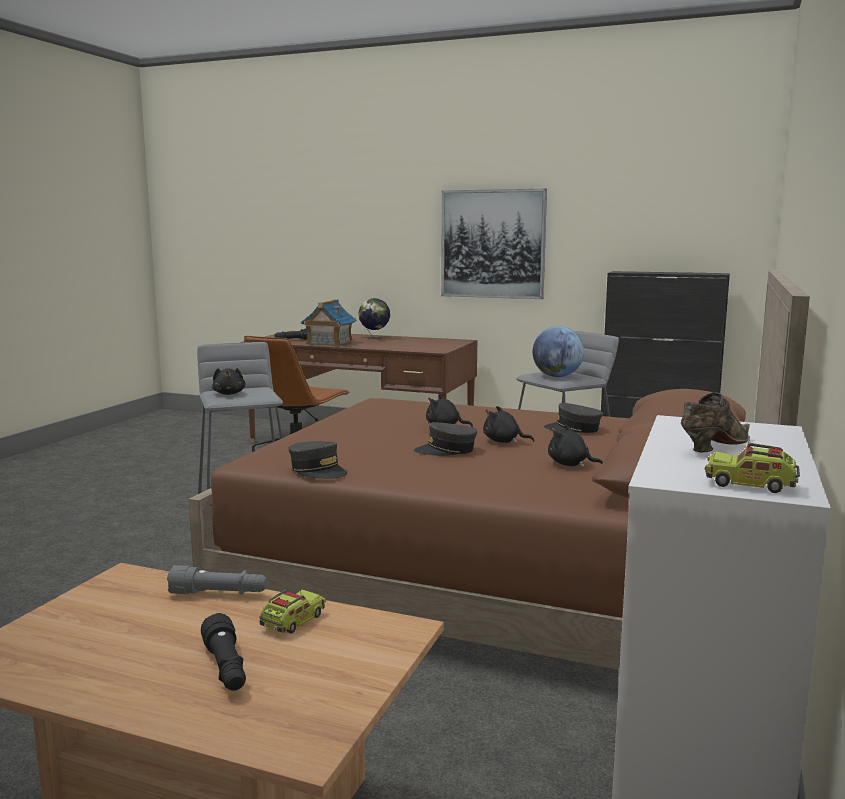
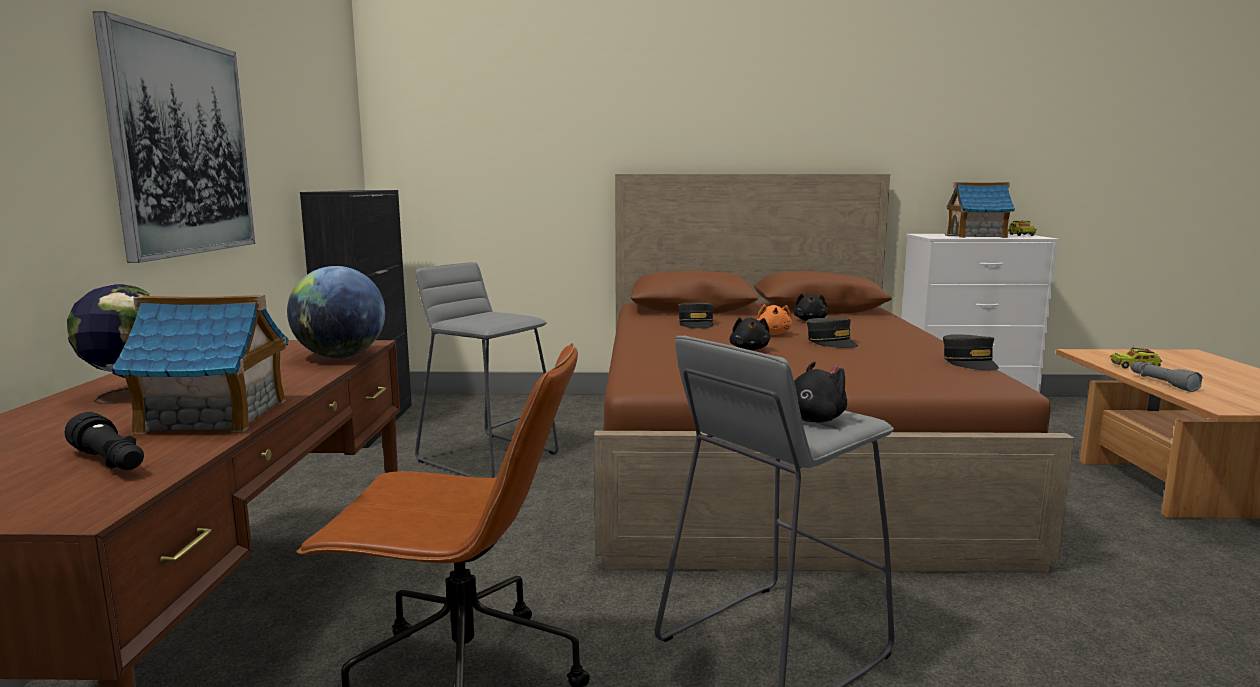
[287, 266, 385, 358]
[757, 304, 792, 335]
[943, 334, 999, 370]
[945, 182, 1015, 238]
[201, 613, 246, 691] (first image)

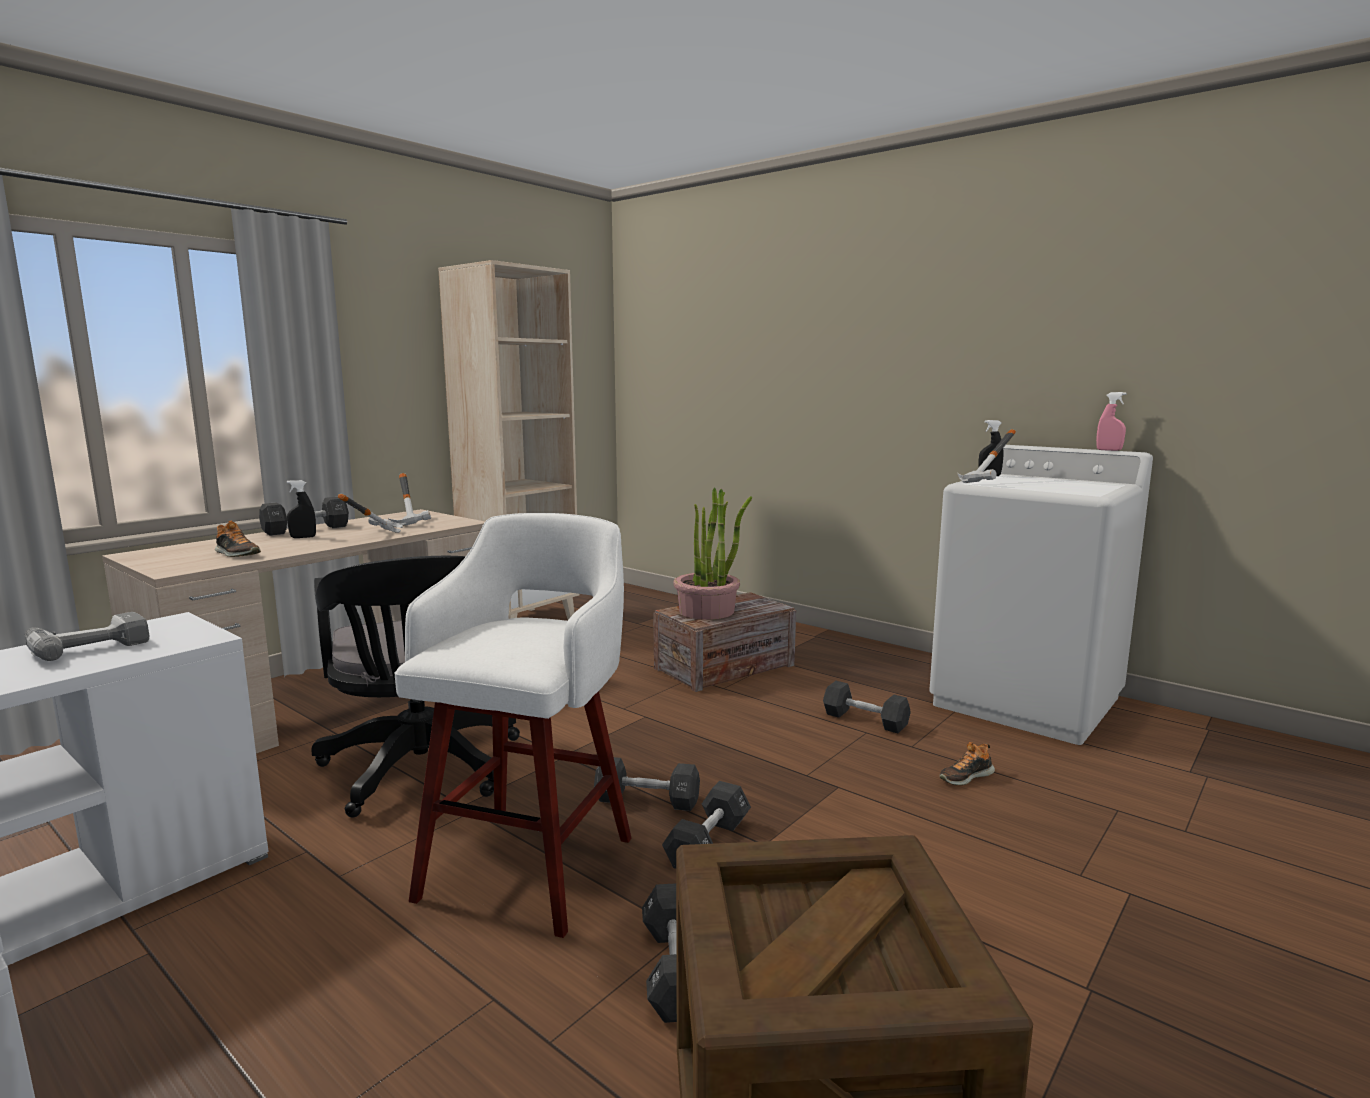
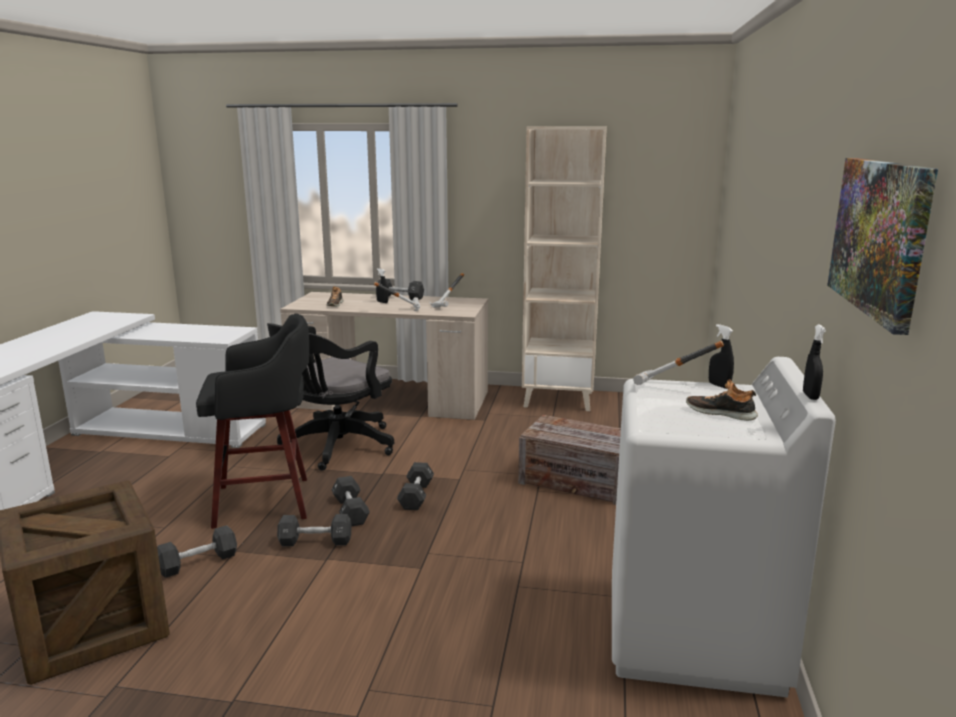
[196, 314, 309, 529]
[397, 462, 434, 510]
[686, 379, 758, 421]
[803, 325, 826, 400]
[827, 158, 938, 335]
[25, 612, 149, 661] (first image)
[673, 488, 752, 620] (first image)

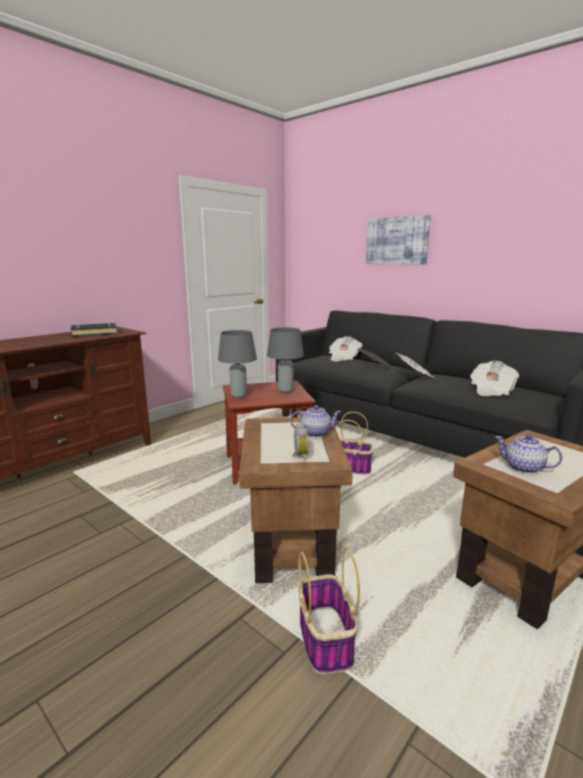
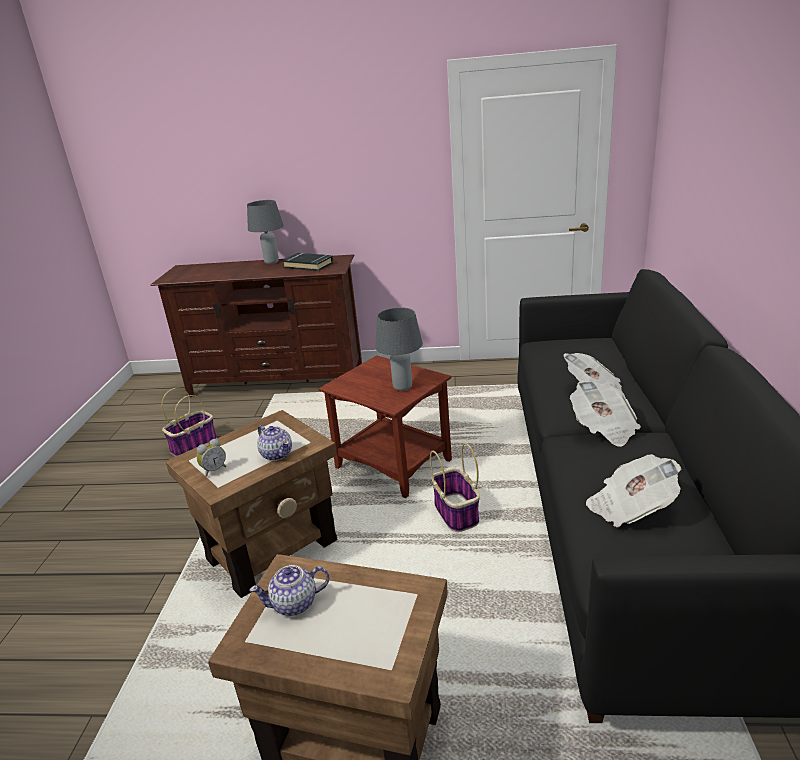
[161, 388, 217, 457]
[247, 200, 284, 264]
[249, 565, 330, 616]
[329, 336, 363, 361] (first image)
[366, 215, 431, 265] (first image)

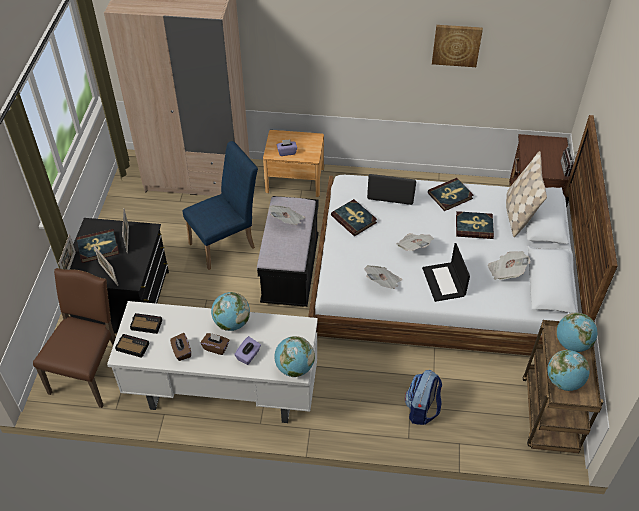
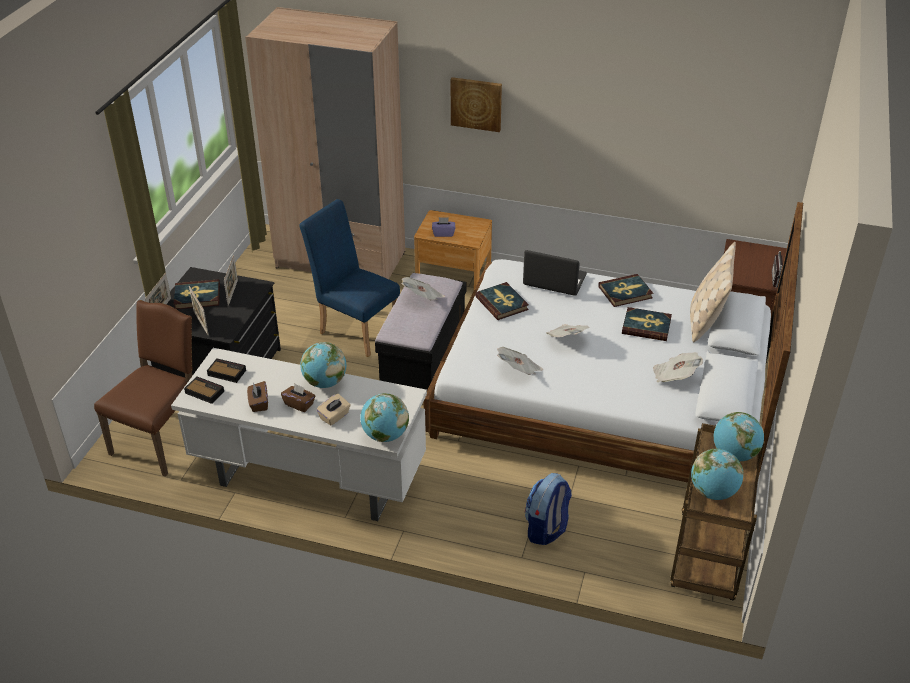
[299, 199, 400, 357]
[317, 394, 351, 425]
[451, 77, 502, 132]
[422, 243, 470, 302] (first image)

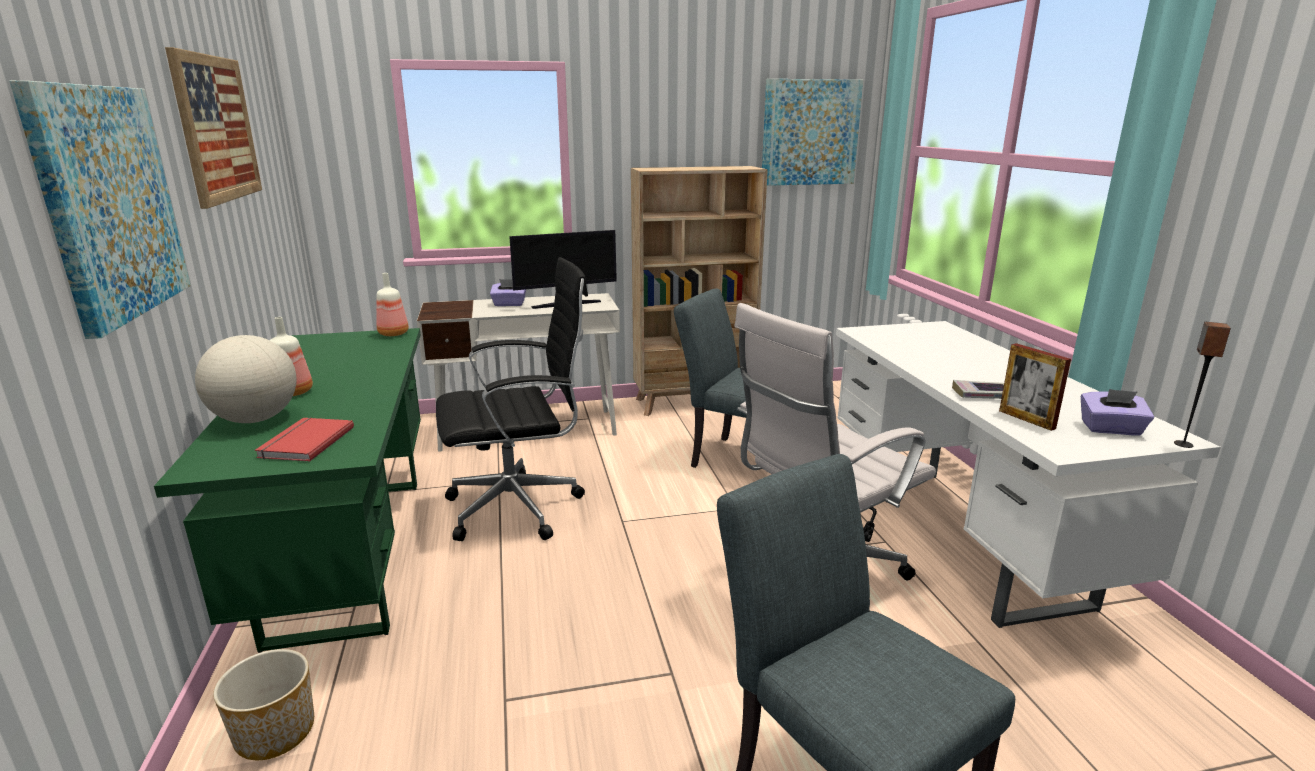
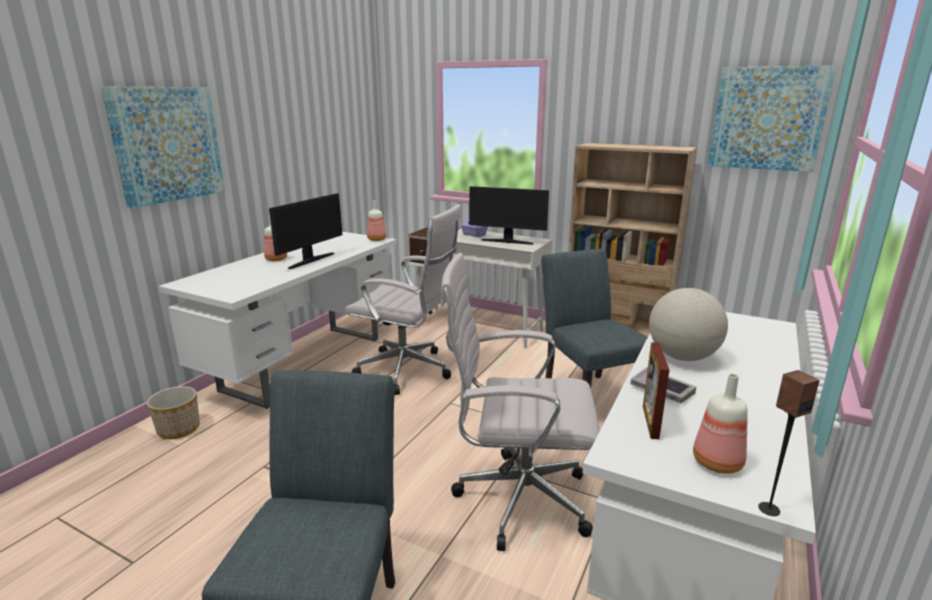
[159, 232, 396, 409]
[269, 193, 342, 269]
[345, 204, 462, 395]
[649, 288, 728, 361]
[693, 374, 748, 474]
[165, 47, 262, 209] (first image)
[255, 417, 354, 461] (first image)

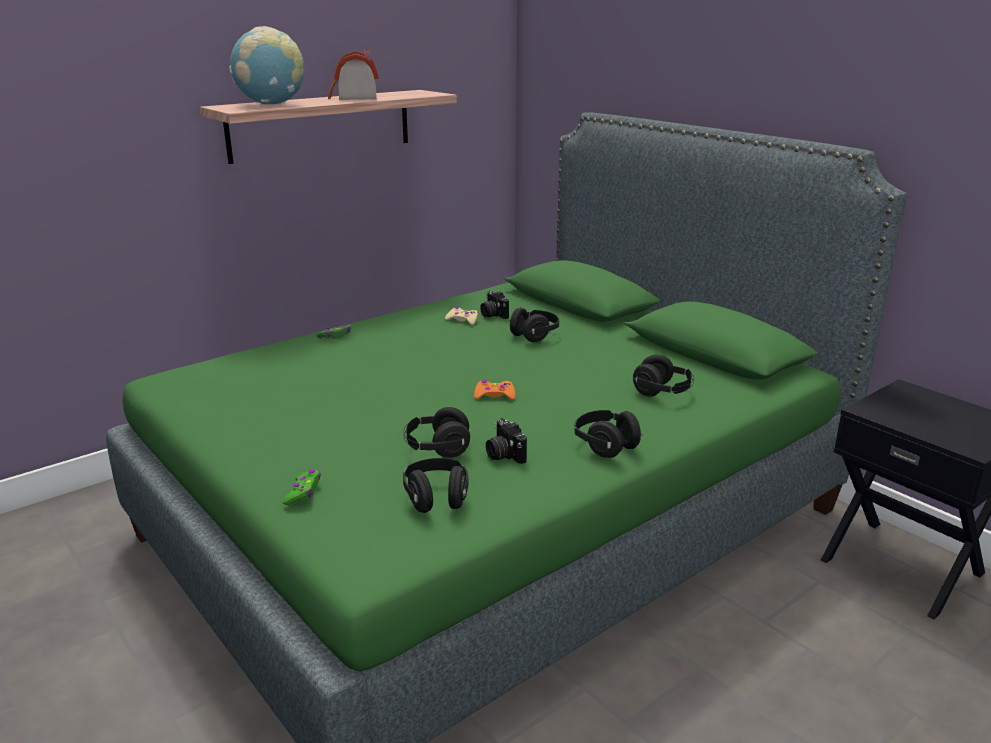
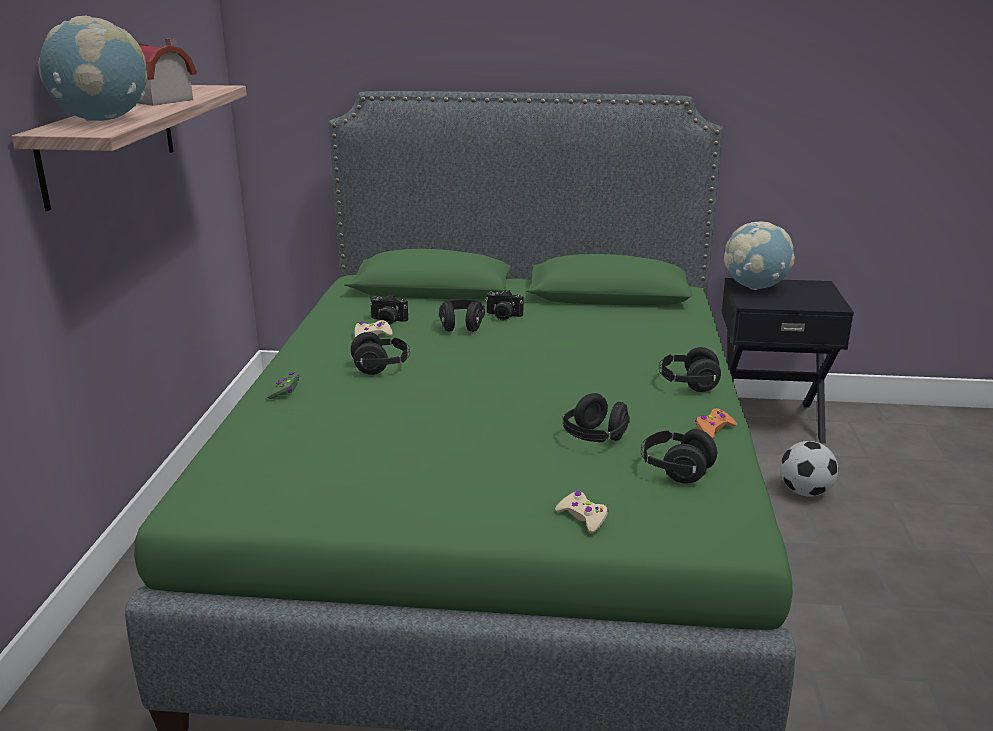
[351, 332, 410, 375]
[486, 290, 524, 320]
[555, 491, 609, 533]
[695, 408, 737, 439]
[724, 221, 795, 290]
[780, 441, 838, 497]

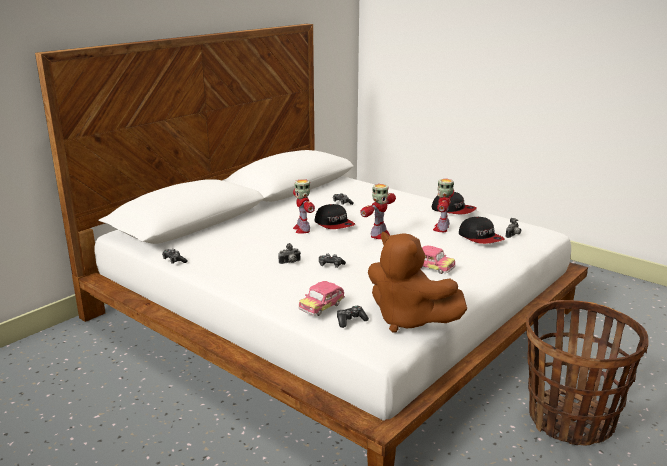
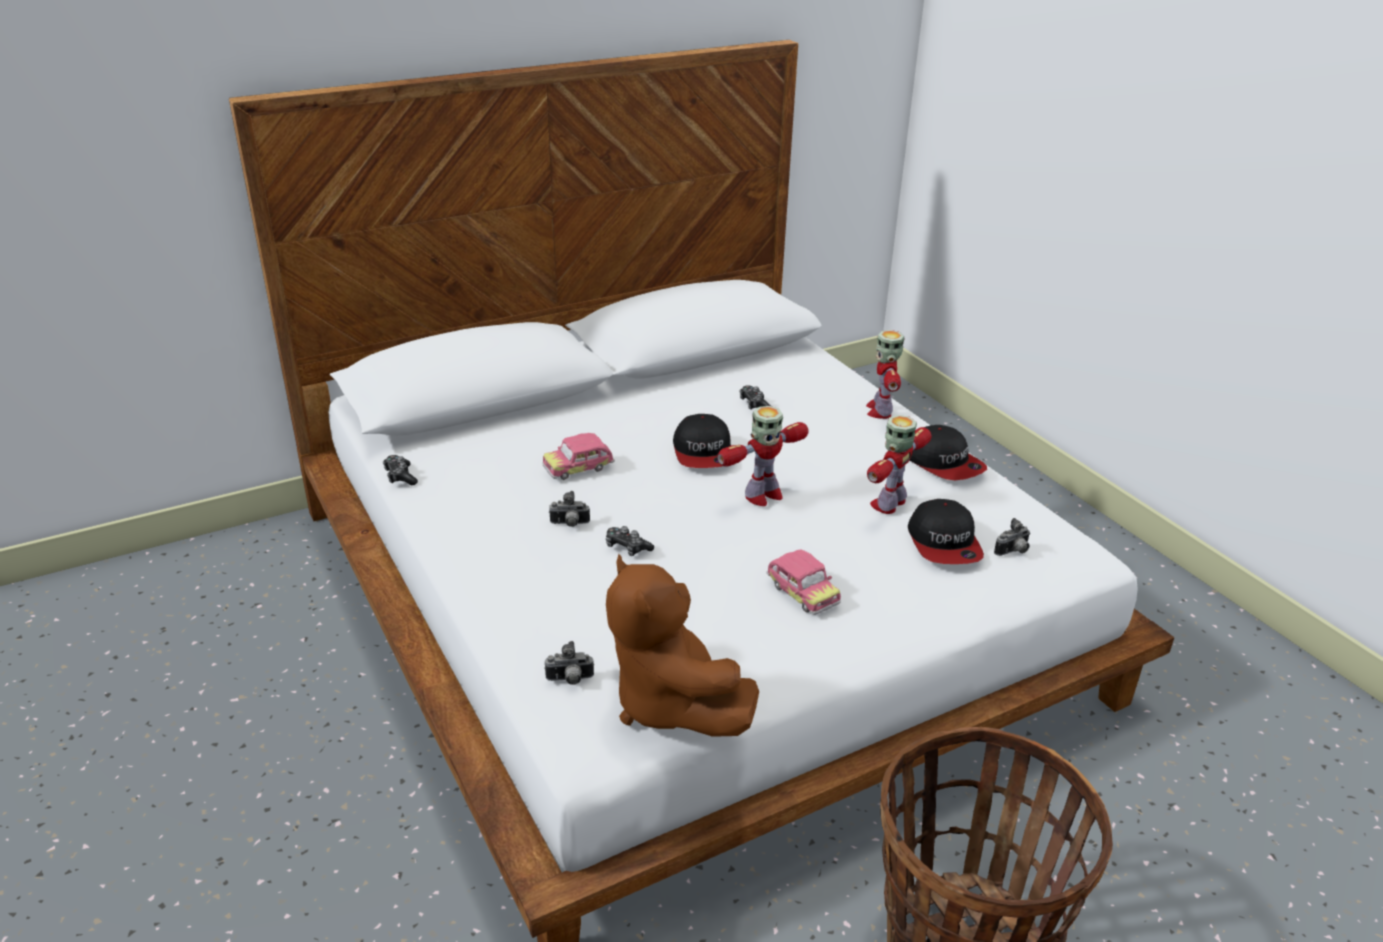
[542, 433, 615, 480]
[544, 641, 594, 685]
[866, 330, 904, 419]

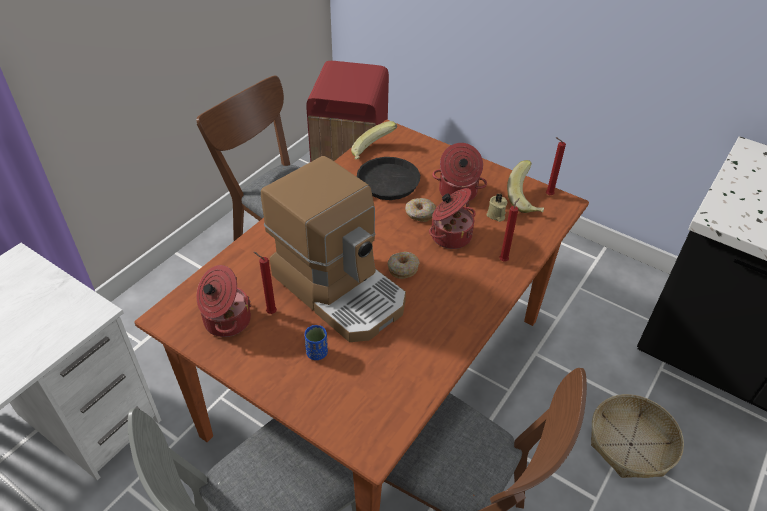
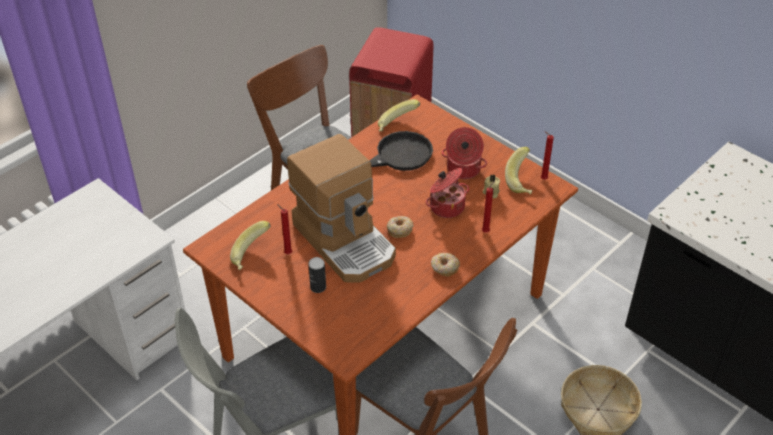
[230, 221, 271, 270]
[308, 257, 326, 293]
[431, 253, 460, 276]

